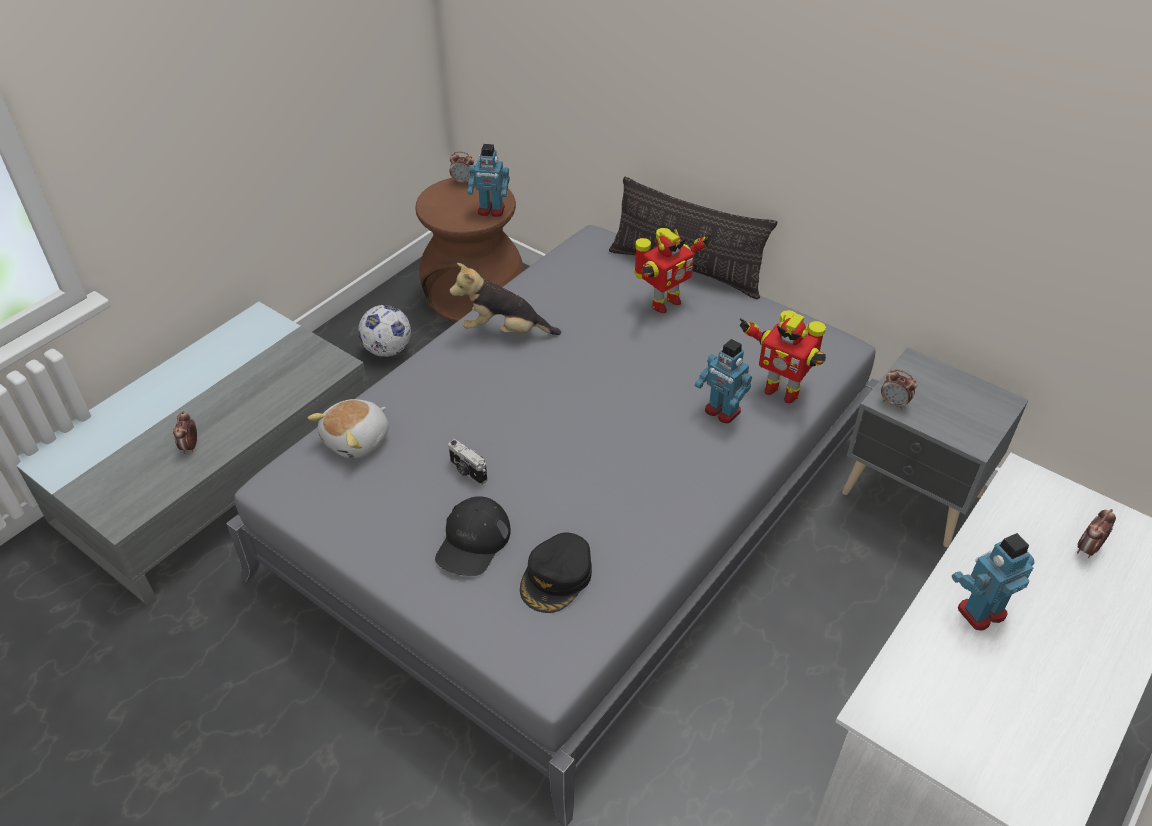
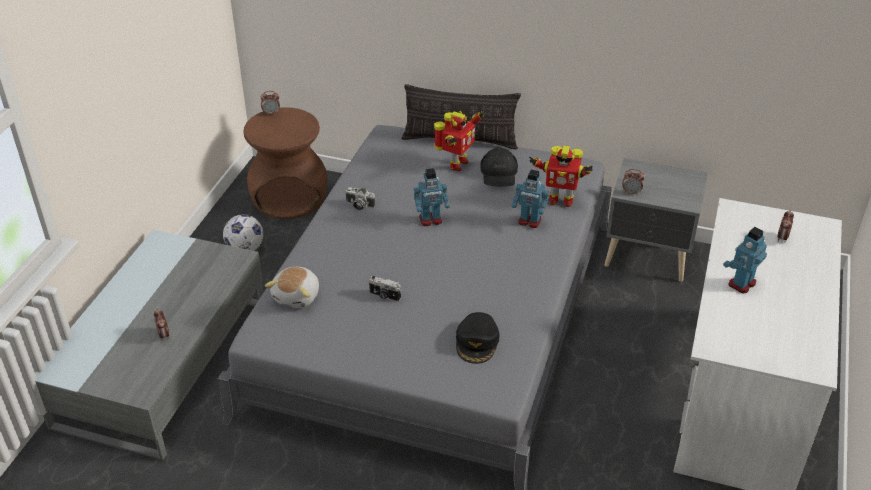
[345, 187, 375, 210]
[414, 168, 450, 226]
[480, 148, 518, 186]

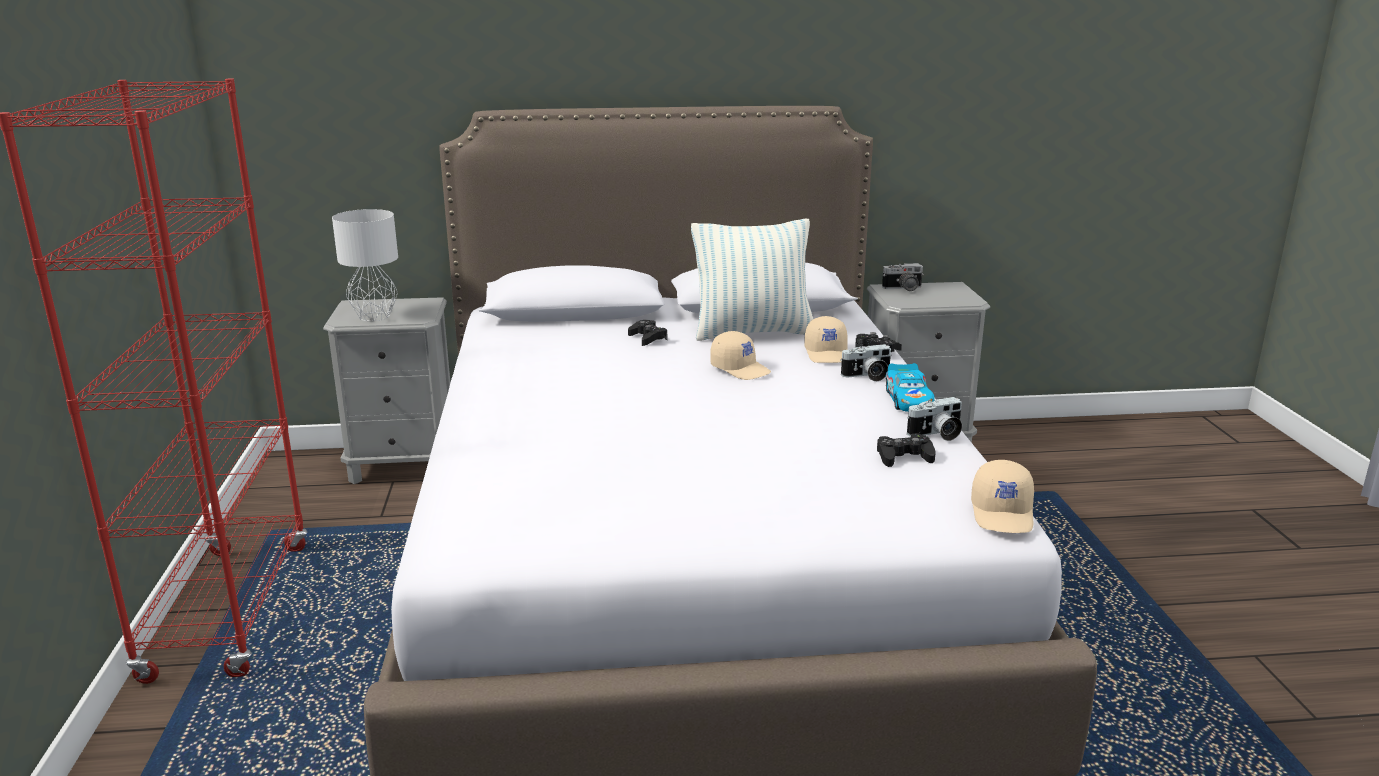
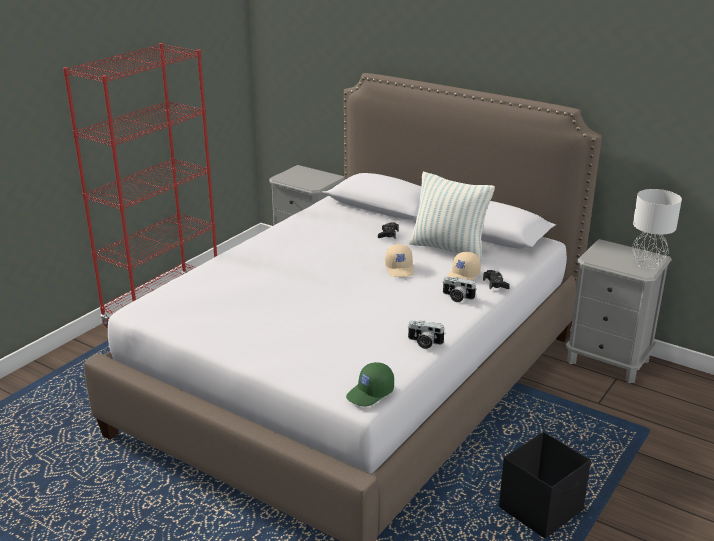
[346, 362, 394, 407]
[499, 432, 591, 538]
[632, 189, 682, 269]
[877, 433, 936, 467] (first image)
[882, 263, 924, 291] (first image)
[885, 363, 935, 412] (first image)

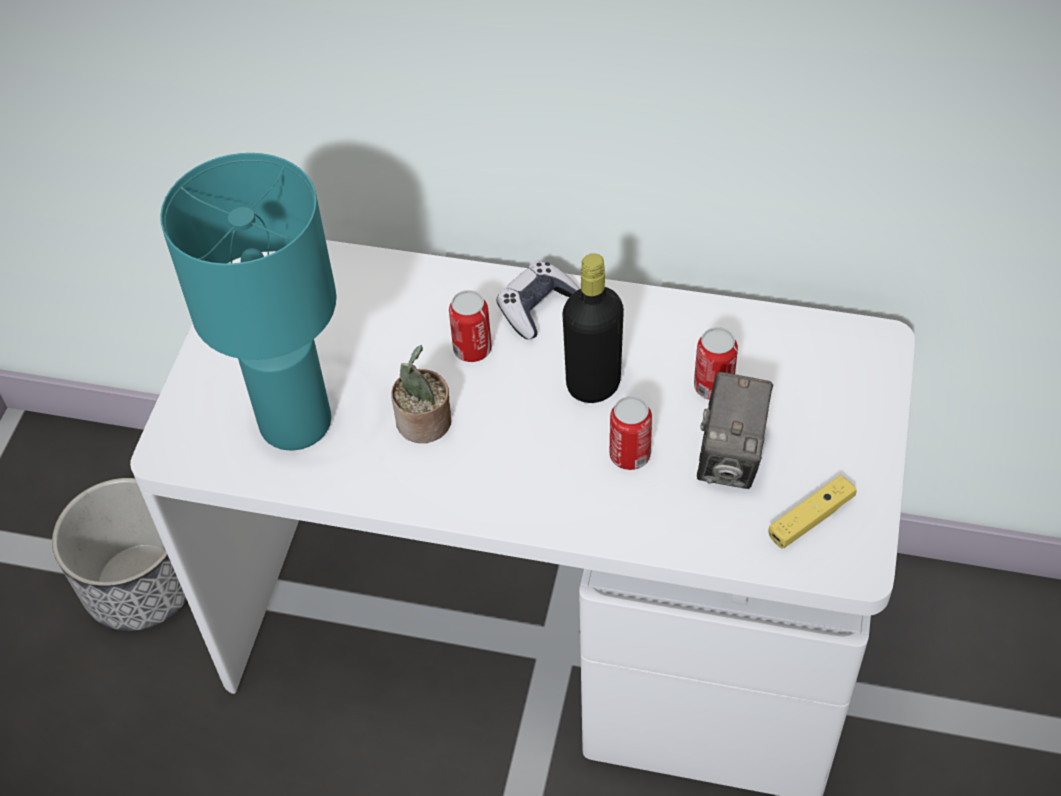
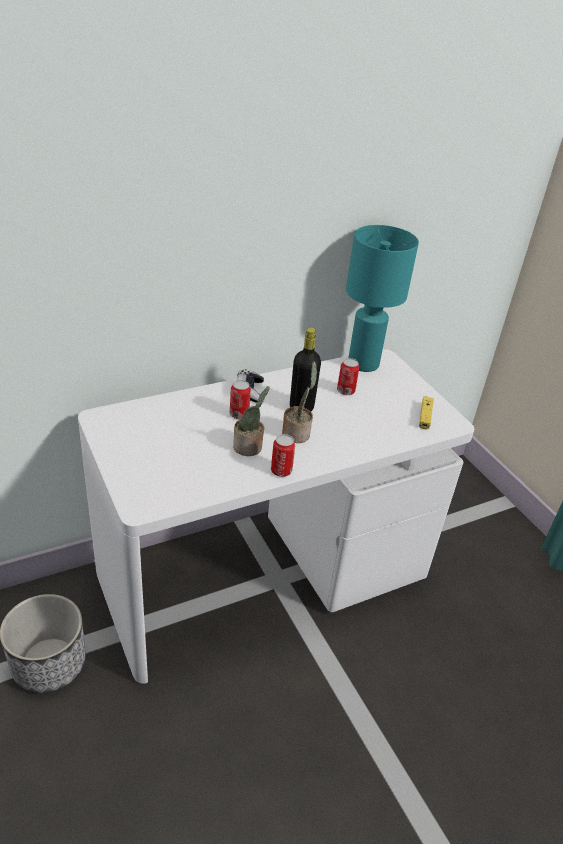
[271, 434, 295, 477]
[282, 361, 317, 443]
[346, 225, 419, 372]
[697, 372, 773, 489] (first image)

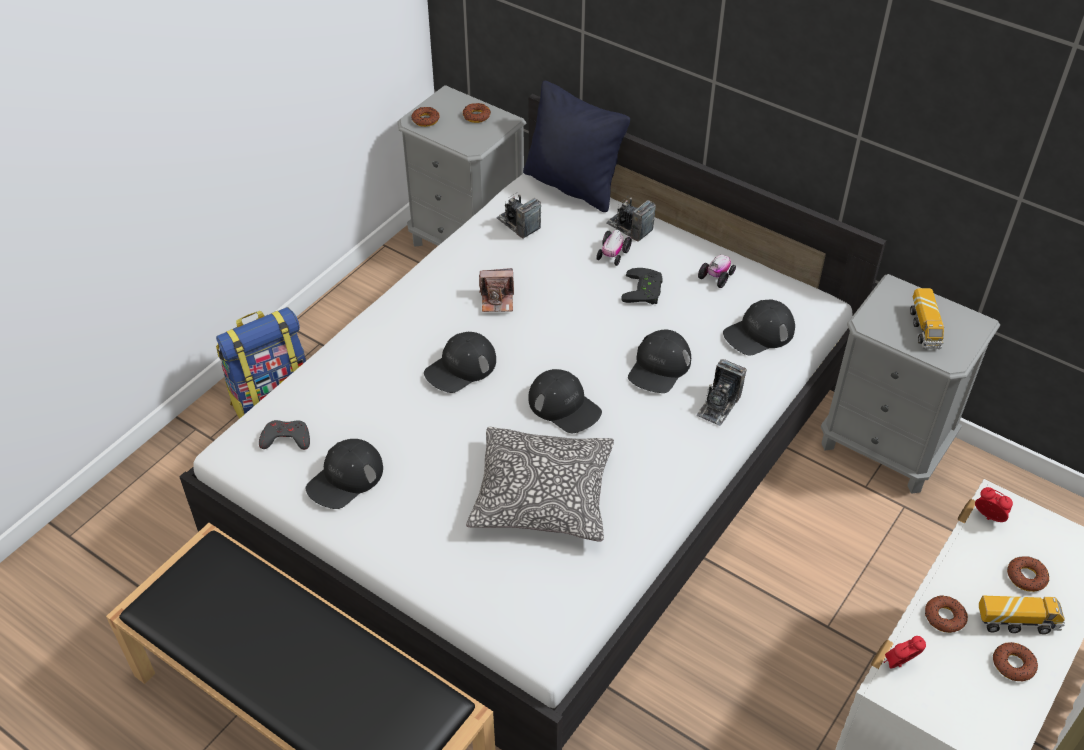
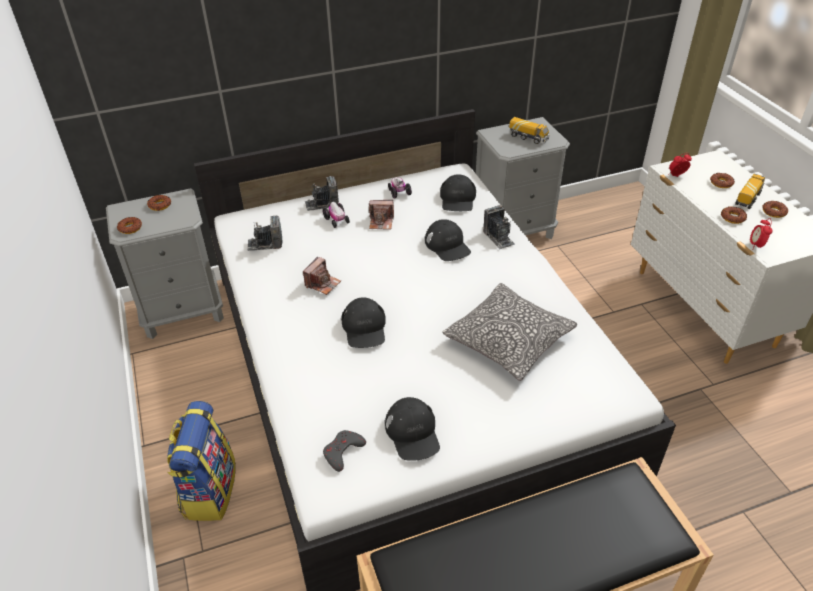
[369, 200, 394, 230]
[523, 81, 630, 212] (first image)
[528, 369, 602, 433] (first image)

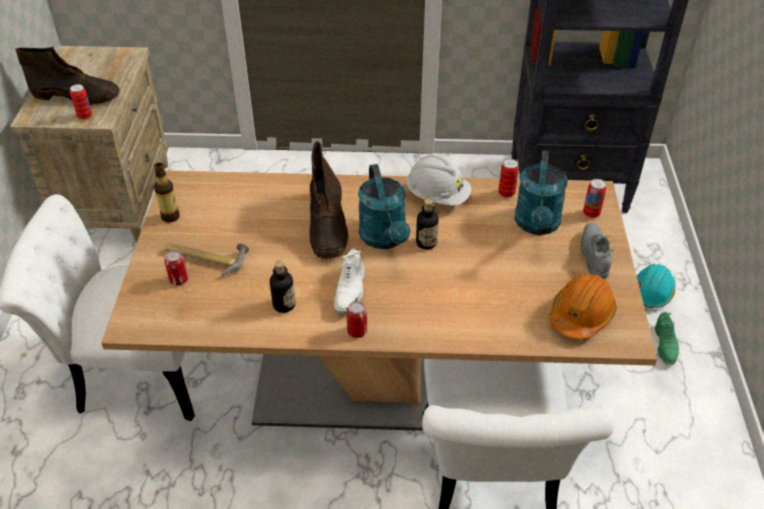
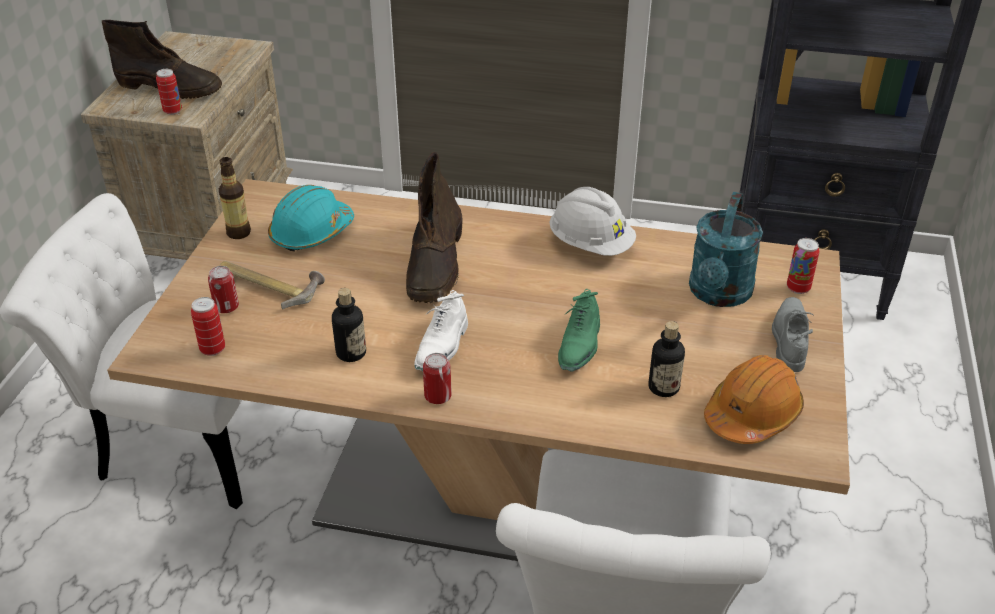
[191, 297, 225, 356]
[268, 185, 354, 252]
[558, 289, 600, 372]
[649, 321, 685, 397]
[358, 164, 410, 249] (first image)

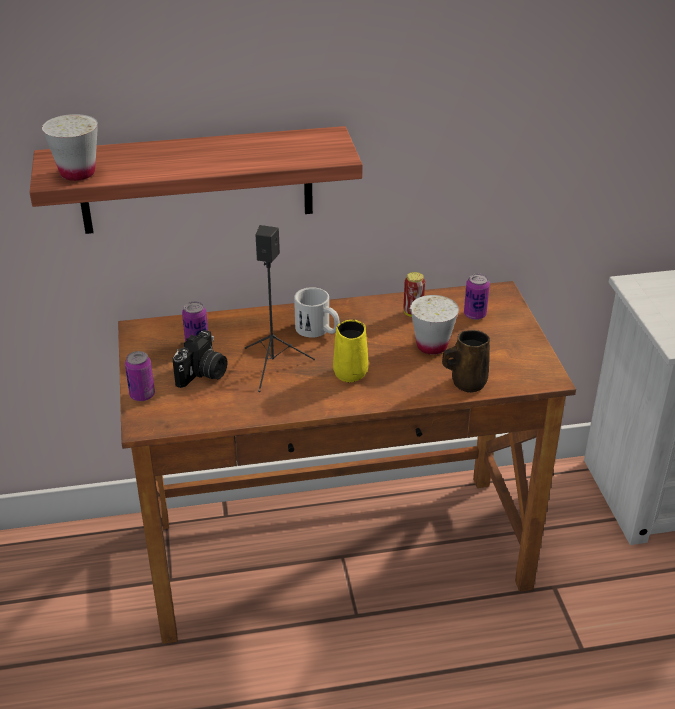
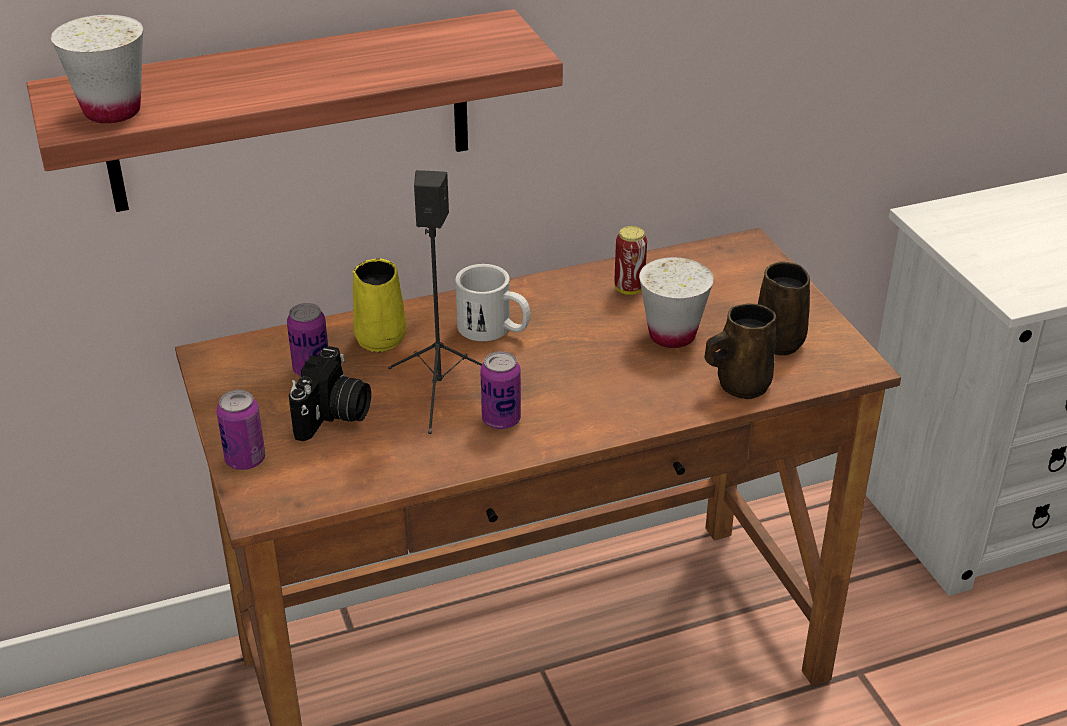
[353, 258, 406, 352]
[480, 351, 521, 429]
[758, 261, 810, 356]

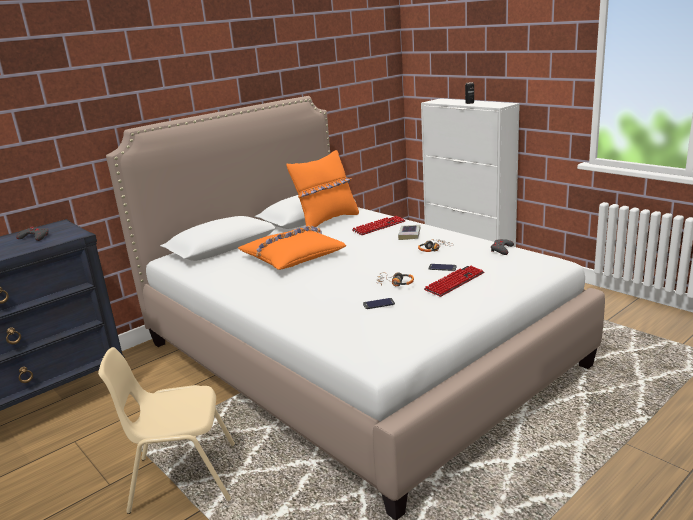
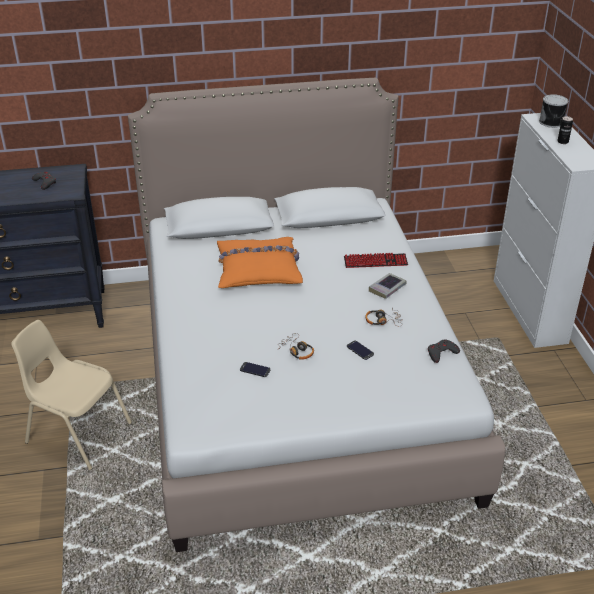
[539, 94, 568, 128]
[286, 150, 359, 227] (first image)
[424, 266, 484, 297] (first image)

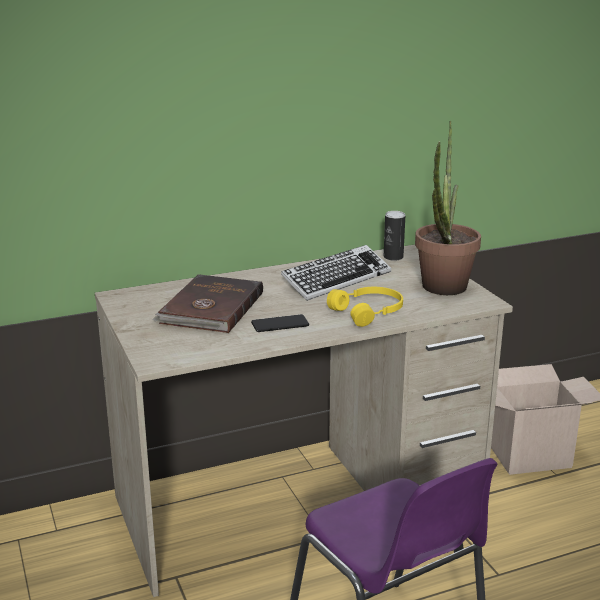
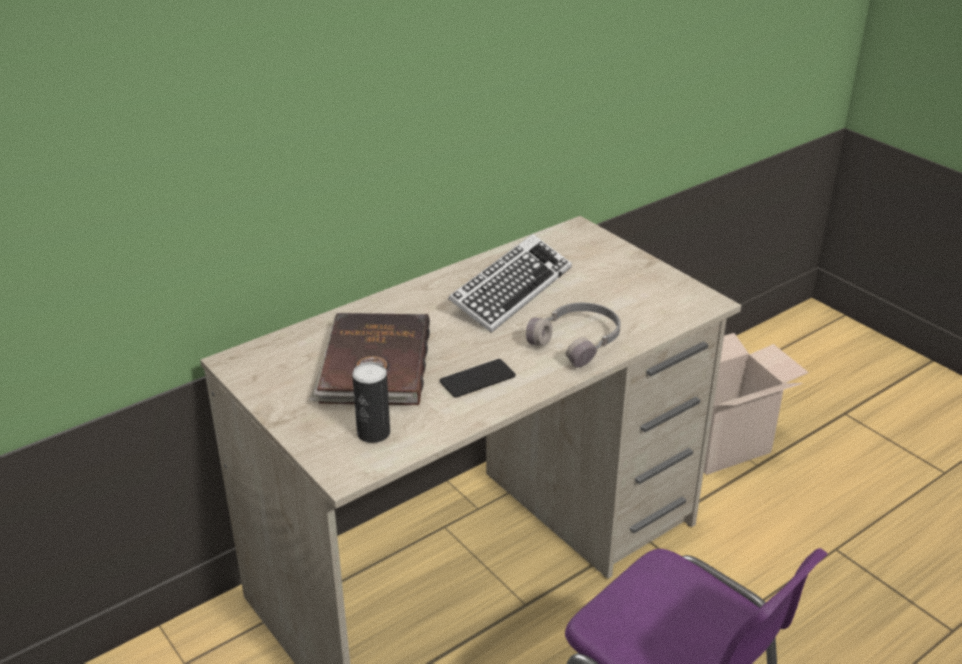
[352, 362, 390, 443]
[526, 303, 620, 368]
[415, 121, 481, 295] (first image)

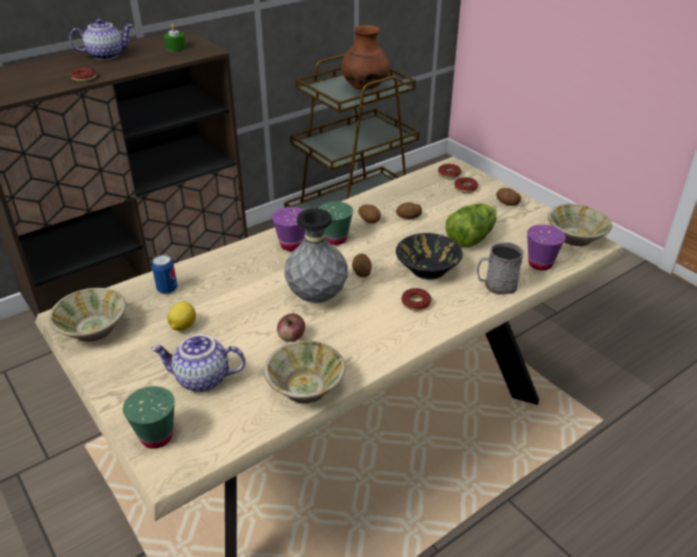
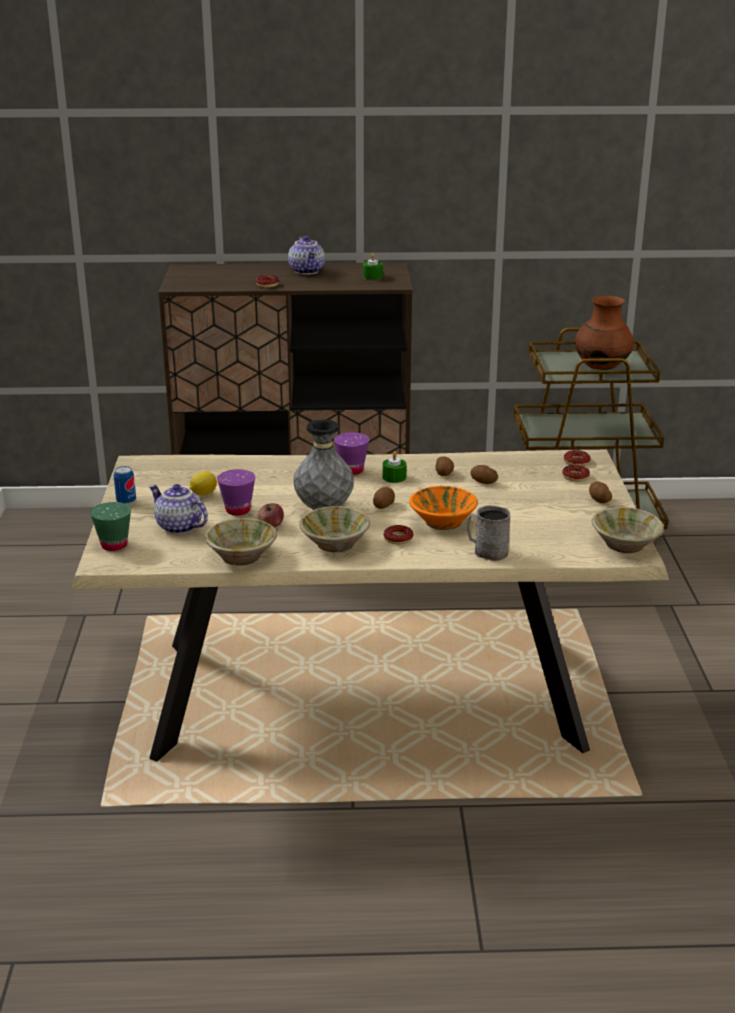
[113, 466, 136, 505]
[217, 469, 255, 515]
[288, 236, 325, 275]
[299, 506, 370, 552]
[383, 451, 407, 483]
[409, 486, 478, 530]
[445, 203, 497, 247] (first image)

